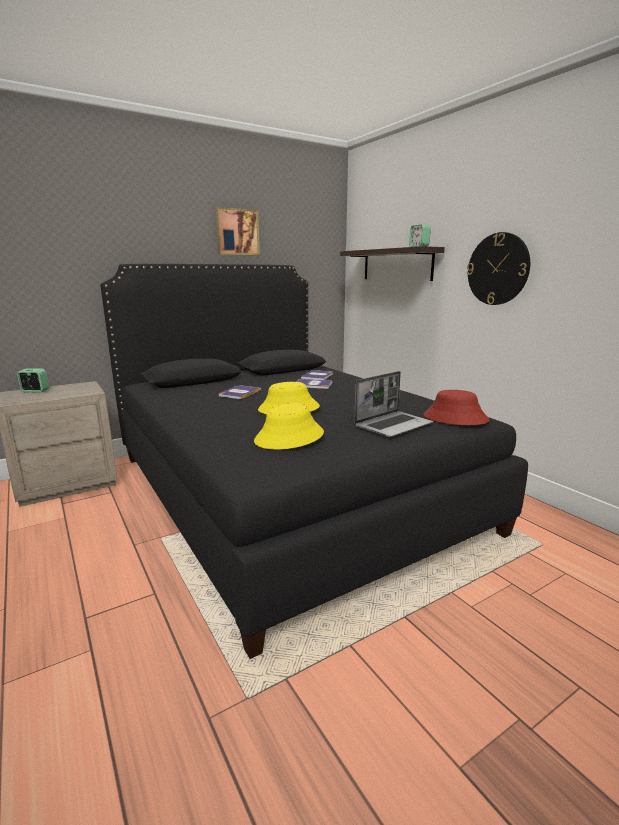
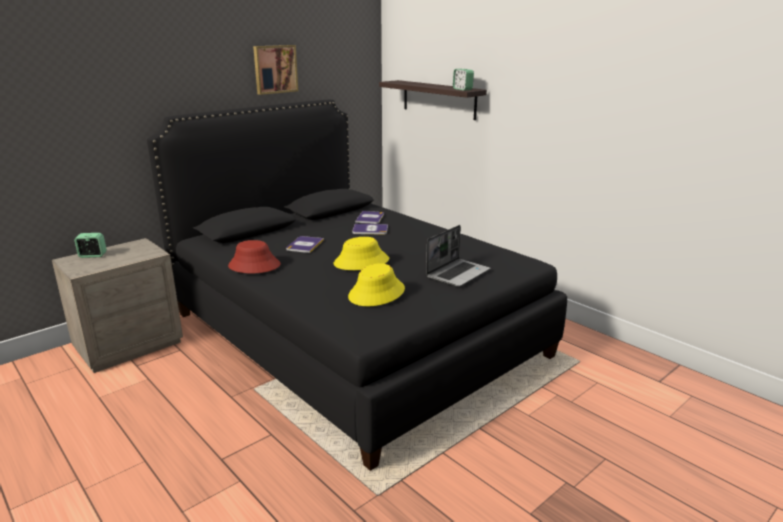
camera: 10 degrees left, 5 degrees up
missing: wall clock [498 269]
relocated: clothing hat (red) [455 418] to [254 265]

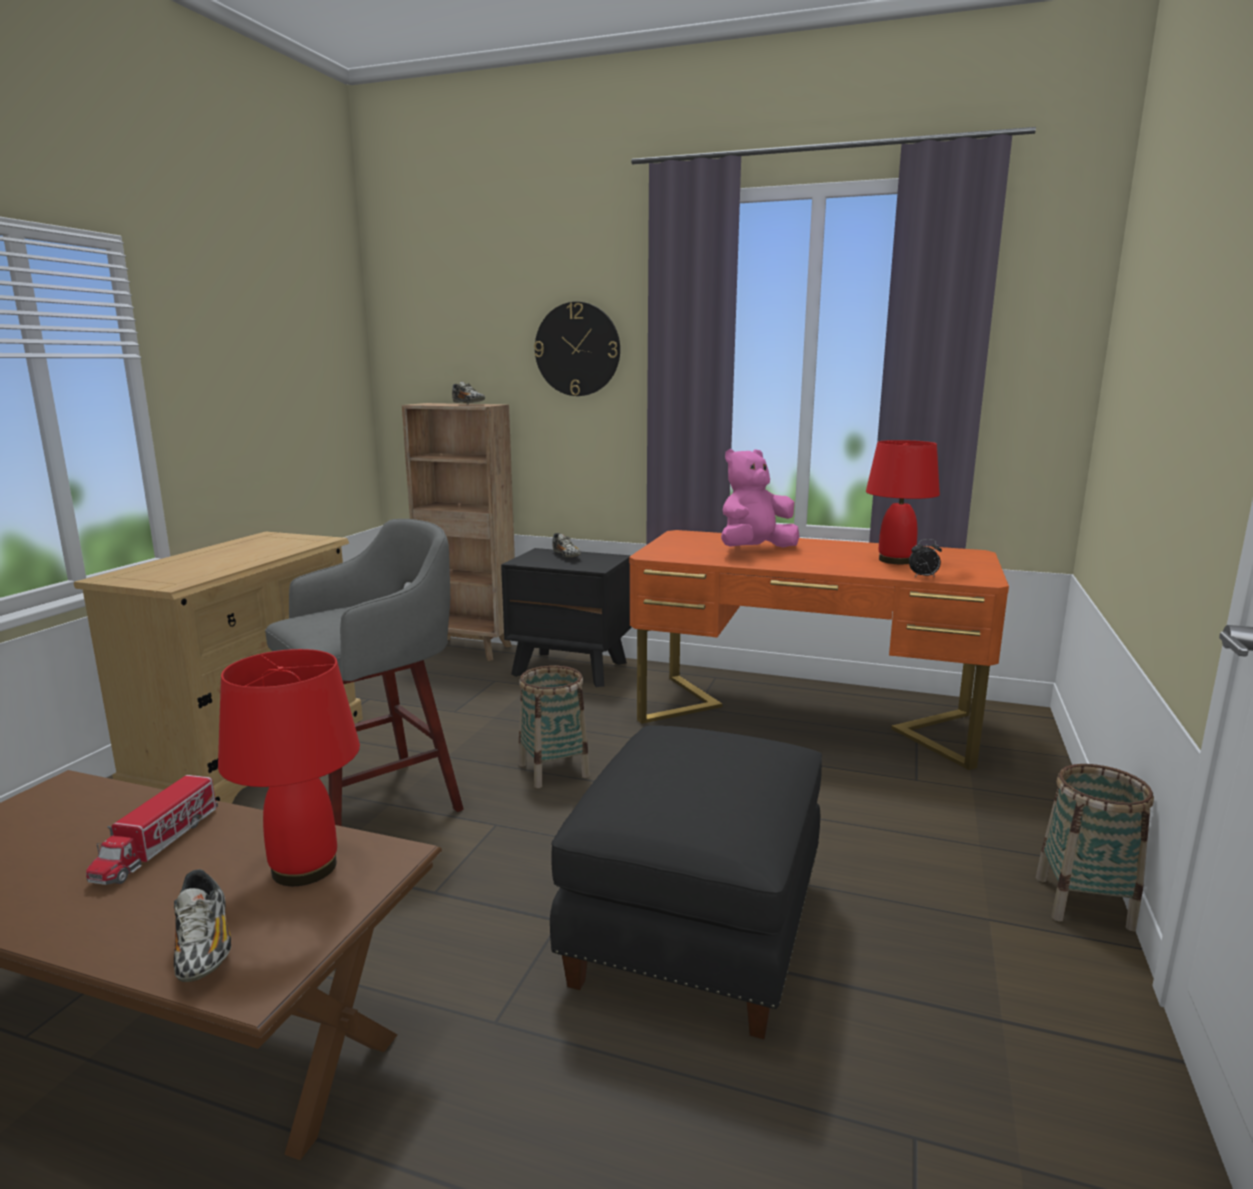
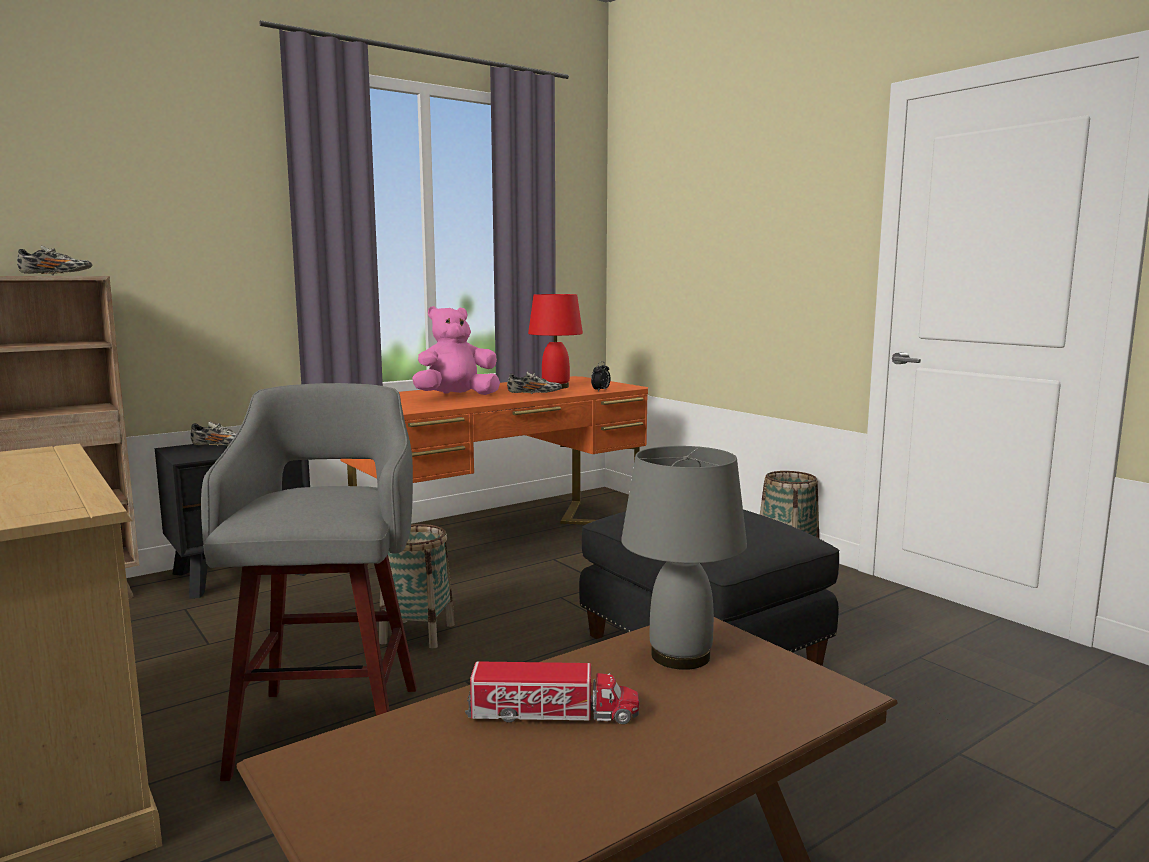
camera: 55 degrees left, 5 degrees down
missing: wall clock [577 349]
relocated: item of footwear [204 947] to [534 394]
colour: lamp for a table (red) [303 867] to lamp for a table (gray) [679 656]
spun: soft toy (pink) [755 550] = [456 396] 60 degrees clockwise; toy lorry [157 845] = [552 714] 45 degrees counterclockwise

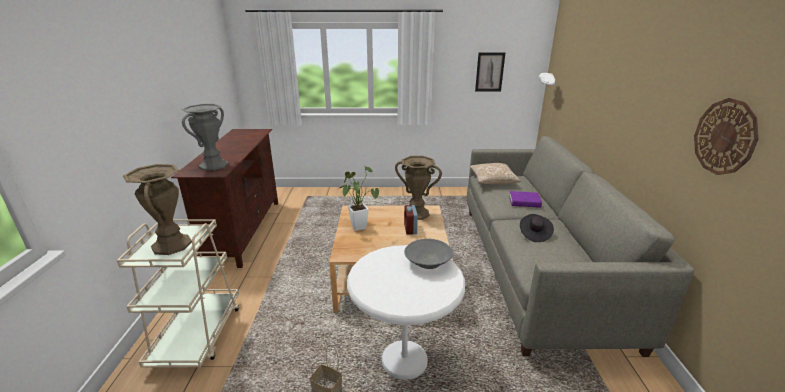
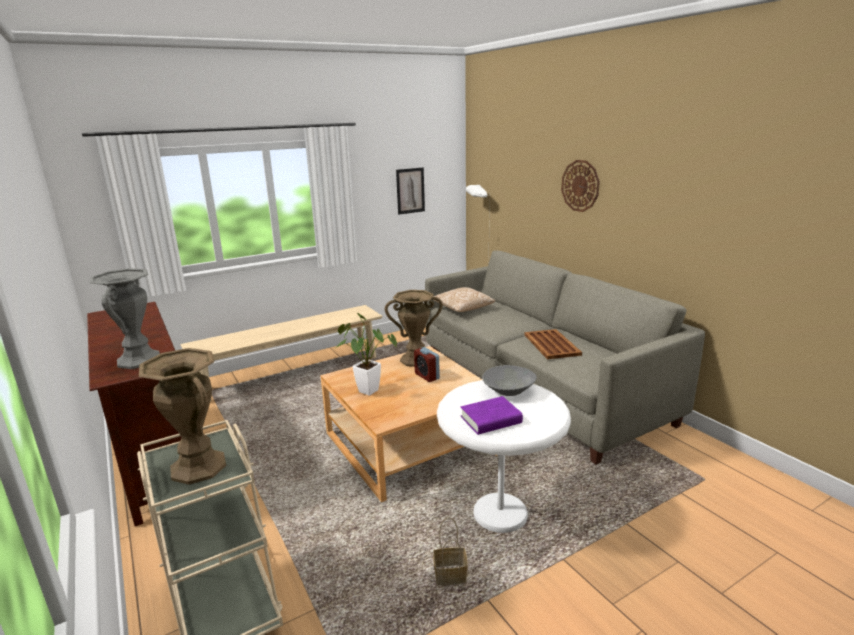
camera: 30 degrees left, 5 degrees down
appeared: bench (beige) [292 373]
relocated: wall clock [725 137] to [580 185]; book (purplish) [524 202] to [491 420]
exchanged: clothing hat (black) [534 234] to serving tray (brown-coloured) [551 345]

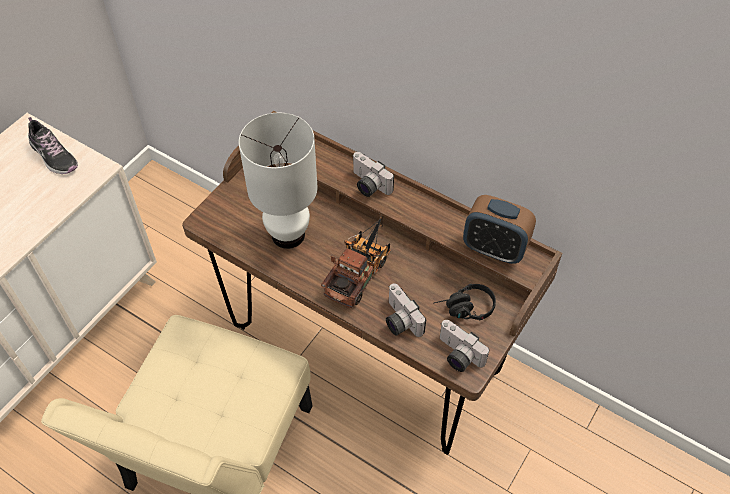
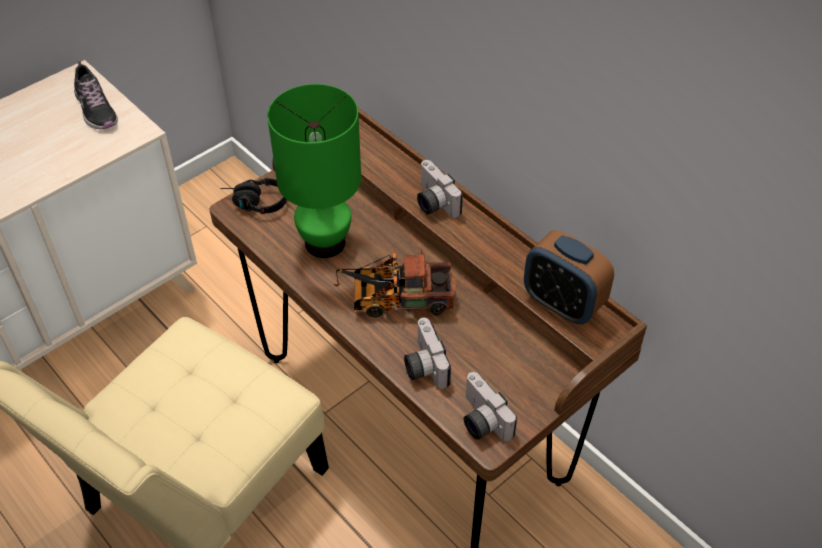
camera: 15 degrees right, 5 degrees down
relocated: headset (black) [464 309] to [254 203]
colour: lamp for a table (white) [287 235] to lamp for a table (green-coloured) [324 243]
spun: toy lorry [360 271] = [395 299] 135 degrees counterclockwise

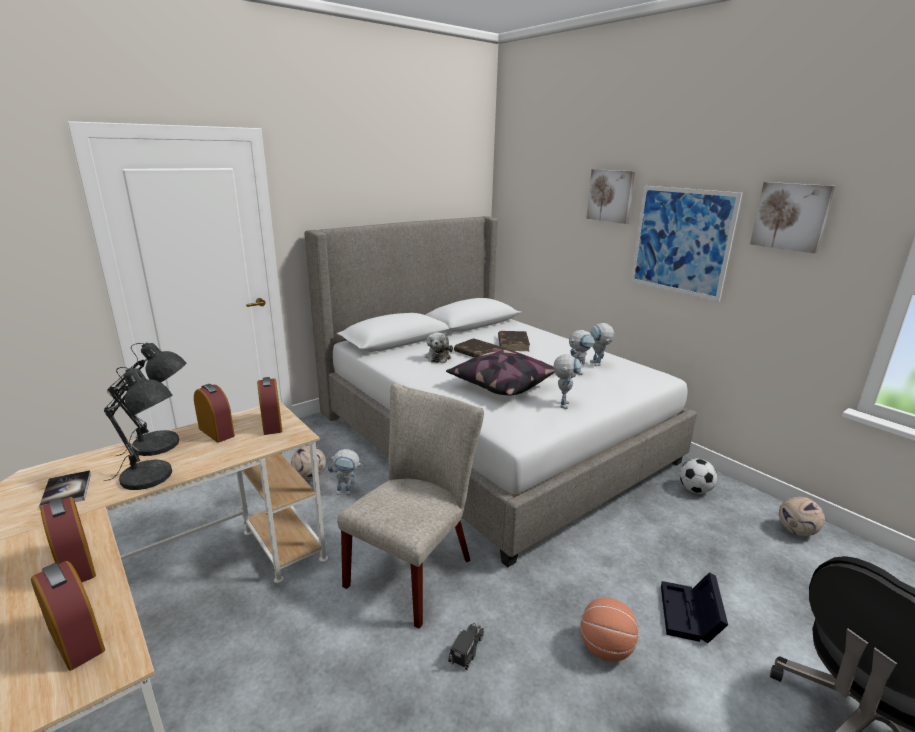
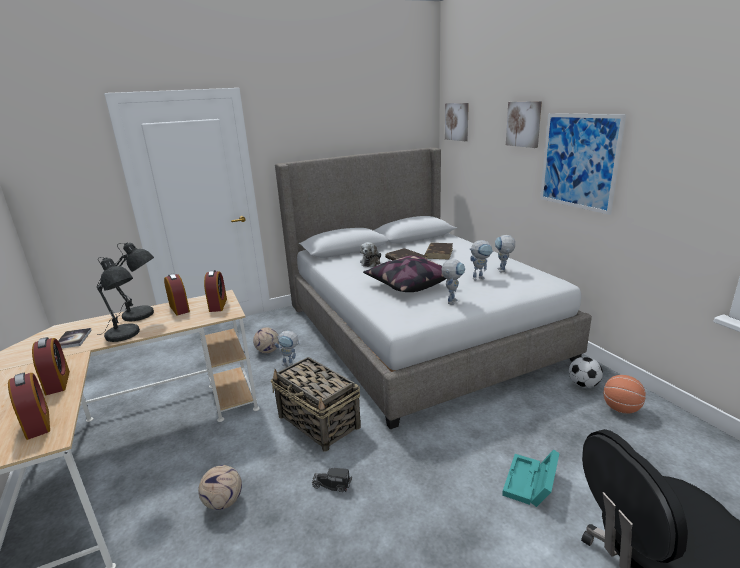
camera: 15 degrees right, 0 degrees up
relocated: picture [791 216] to [457 121]; football ball [795 531] to [223 502]; basketball [606 649] to [621 409]
exchanged: upright chair (beige) [415 568] to basket [319 422]
colour: storage bin (black) [690 616] to storage bin (turquoise-coloured) [530 484]
spun: toy lorry [466 651] = [333 485] 120 degrees counterclockwise

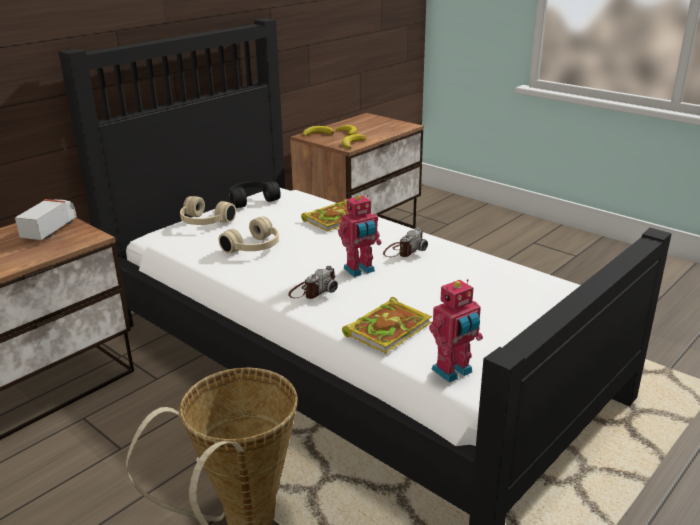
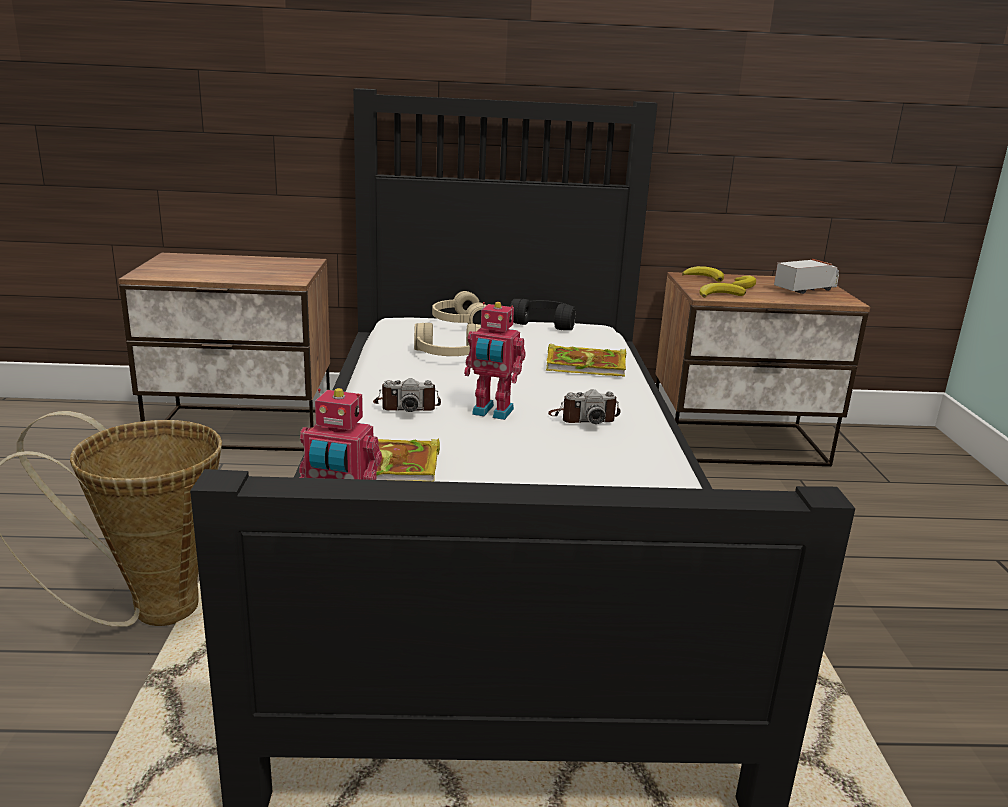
camera: 45 degrees right, 5 degrees down
relocated: toy lorry [51 230] to [806 290]

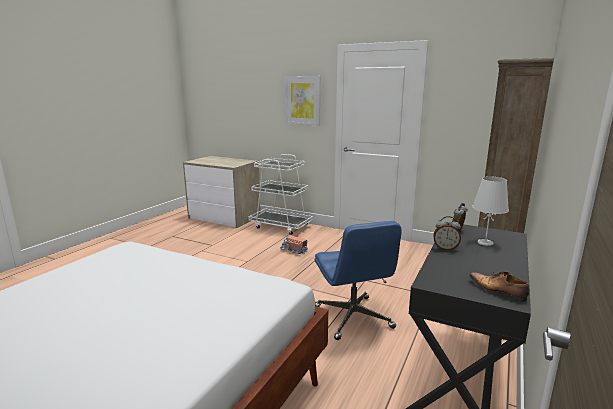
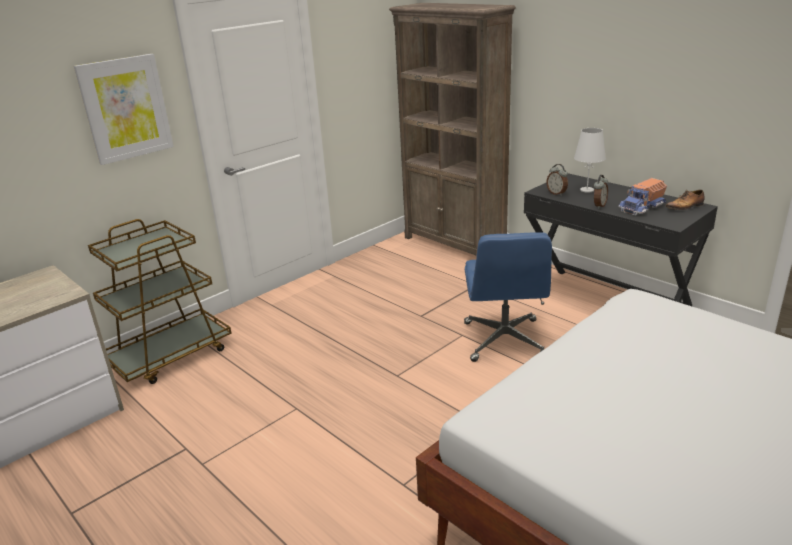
camera: 70 degrees left, 10 degrees up
relocated: toy lorry [294 250] to [642 207]
colour: cart (white) [281 226] to cart (brown-coloured) [171 355]
spun: desk chair (blue-coloured) [353 318] = [505 341] 90 degrees clockwise

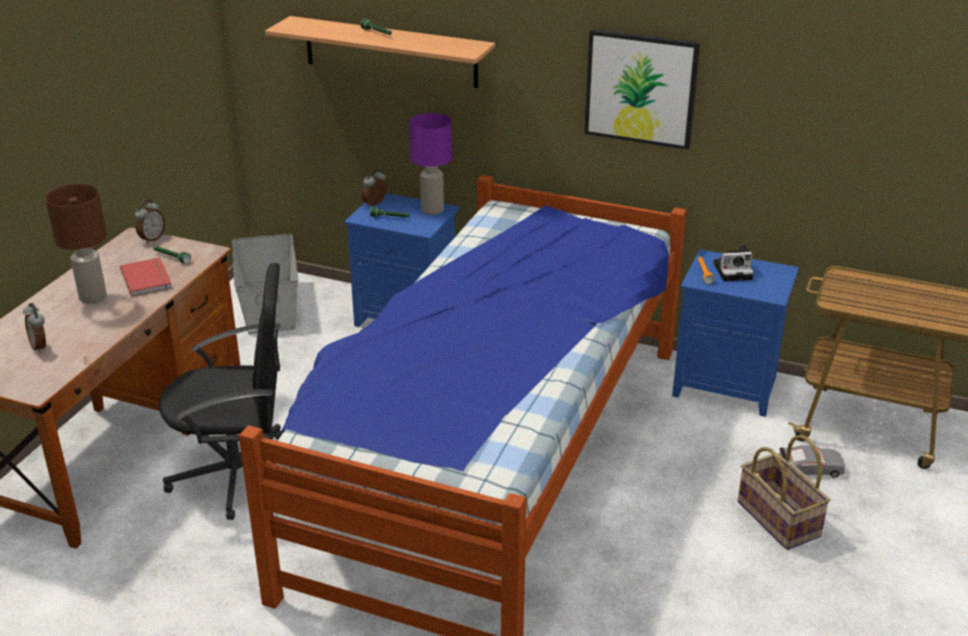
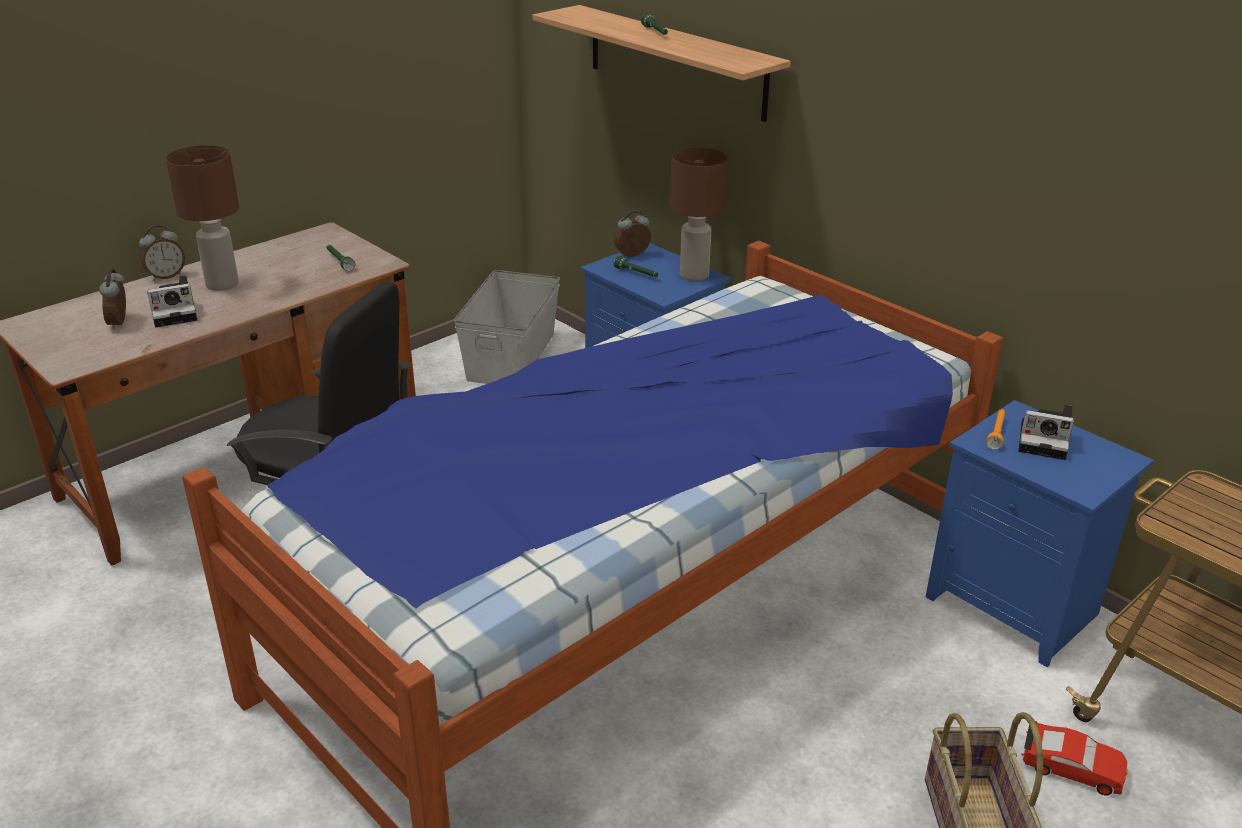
camera: 25 degrees right, 0 degrees up
missing: picture [641 88]; book (red) [148 278]
appeared: photo camera [176 312]
relocated: table clock [152 238] to [166 276]
colour: lamp for a table (purplish) [433 209] to lamp for a table (brown-coloured) [695 275]; model car (gray) [810 468] to model car (red) [1071 767]

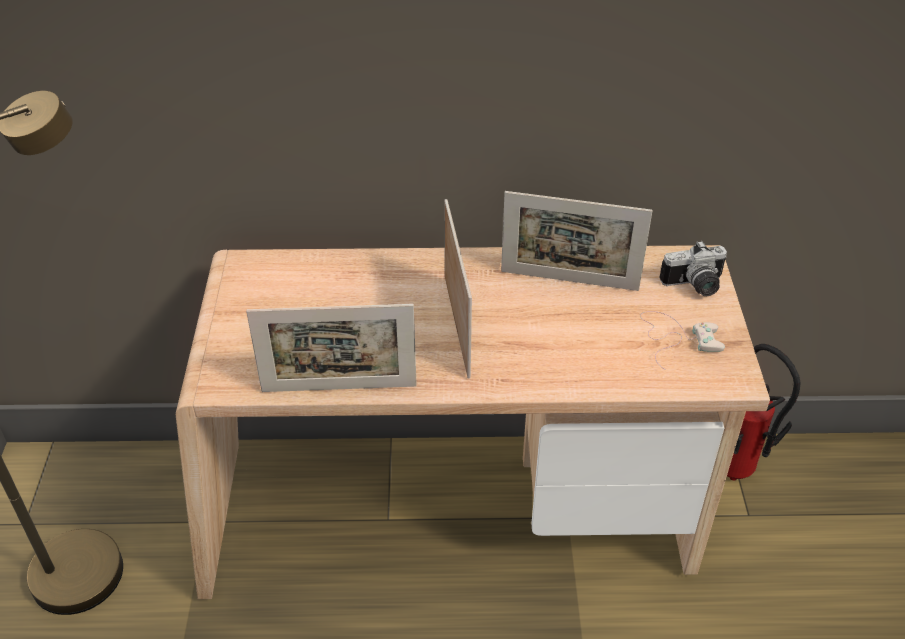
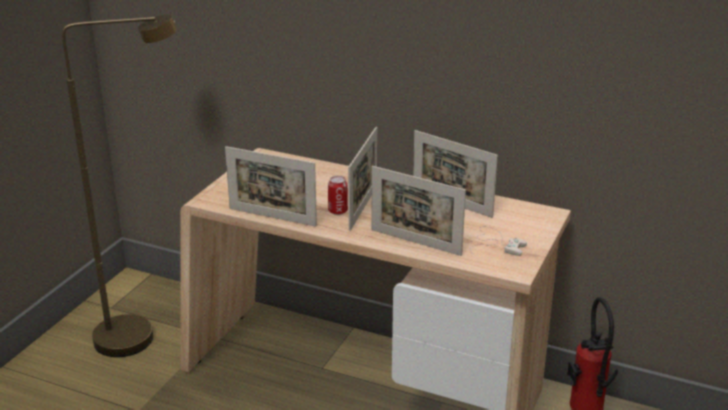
camera: 25 degrees right, 15 degrees down
missing: photo camera [695 286]
appeared: standing frame [415 242]; sealed can [338 211]

